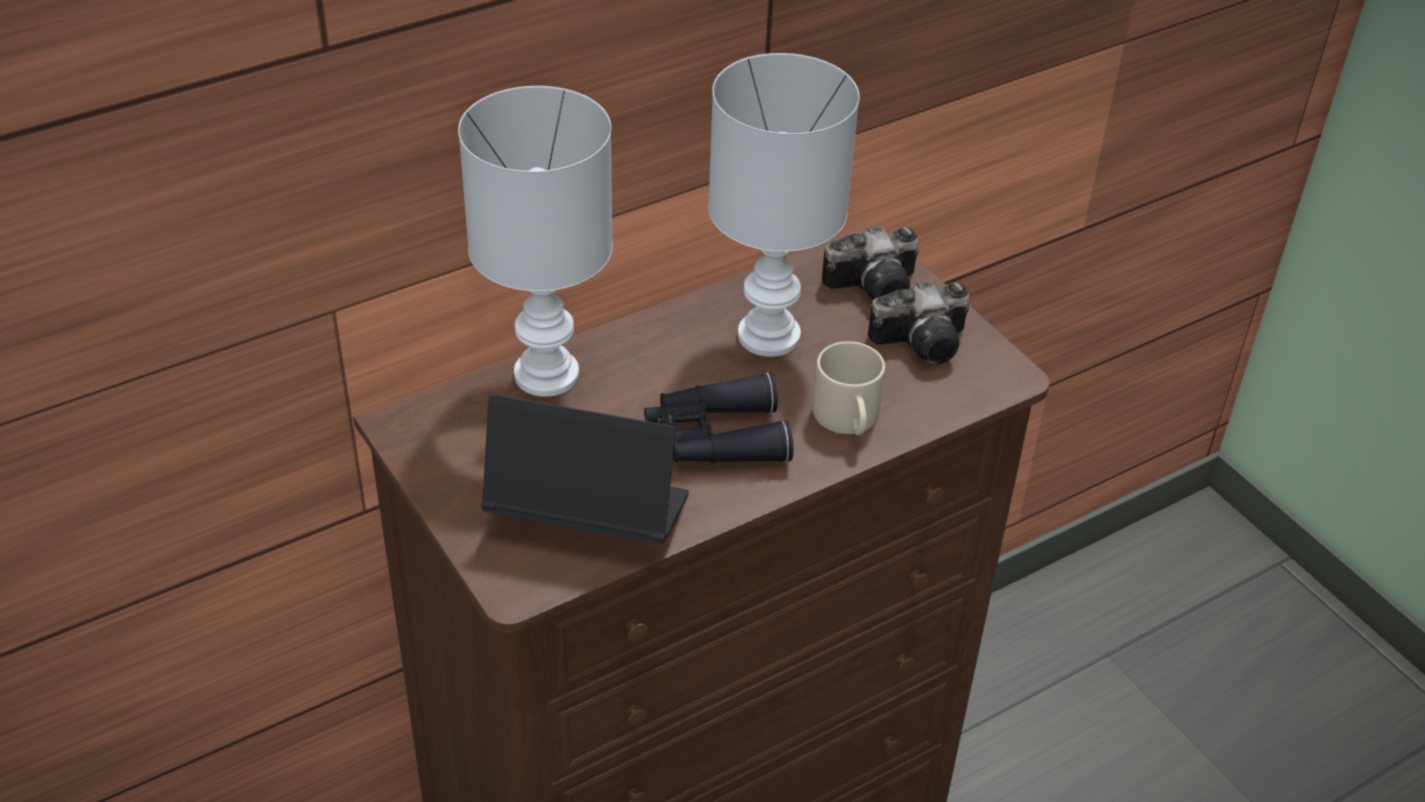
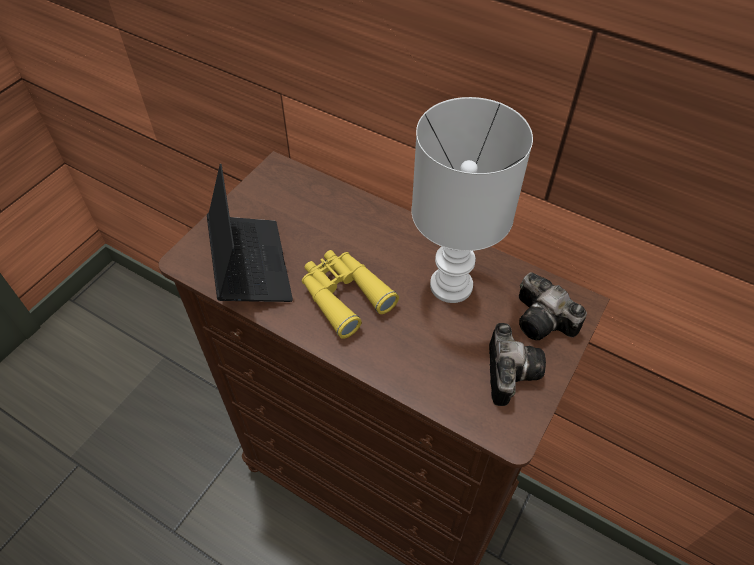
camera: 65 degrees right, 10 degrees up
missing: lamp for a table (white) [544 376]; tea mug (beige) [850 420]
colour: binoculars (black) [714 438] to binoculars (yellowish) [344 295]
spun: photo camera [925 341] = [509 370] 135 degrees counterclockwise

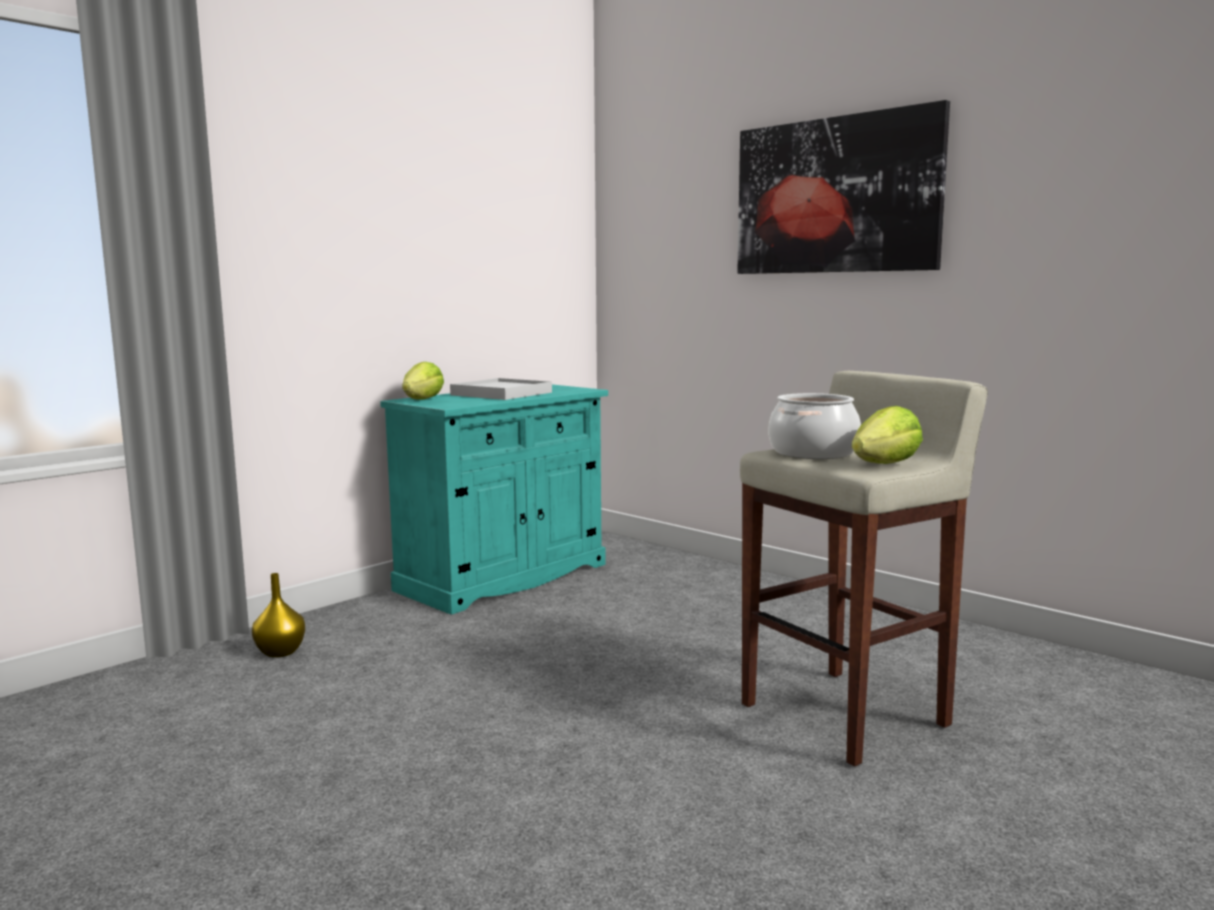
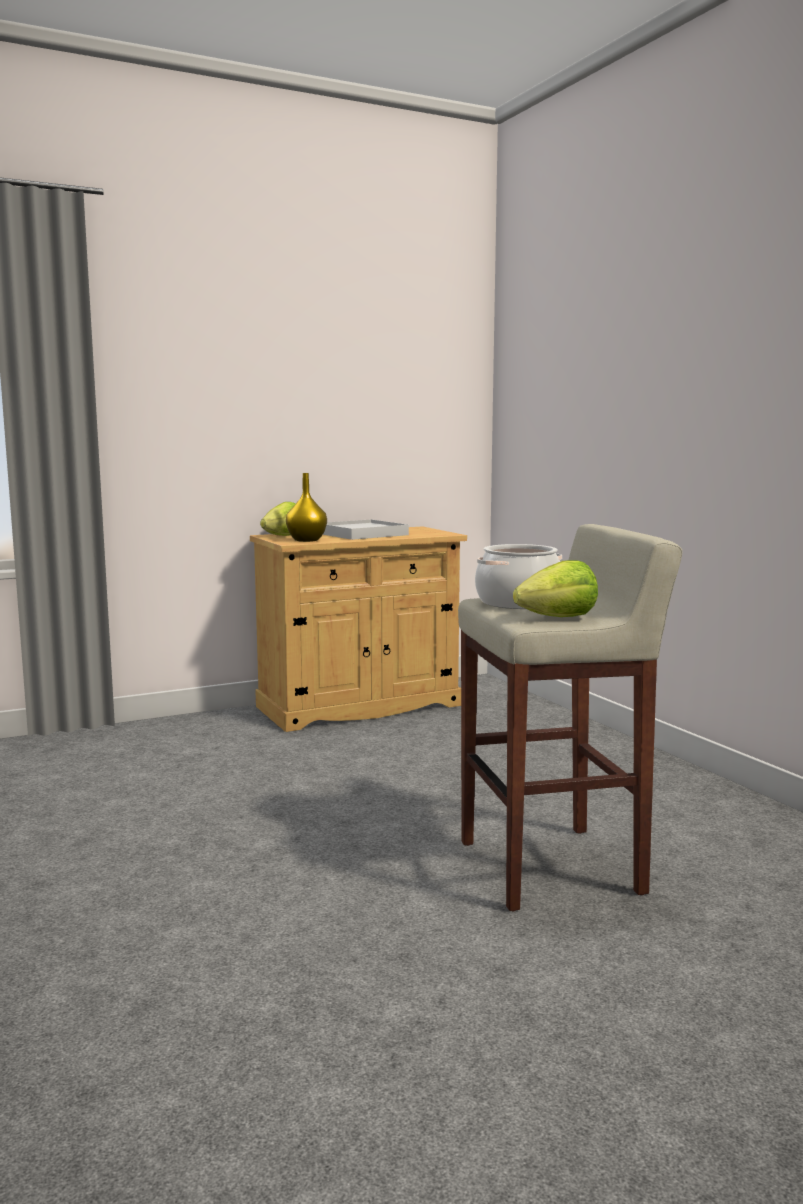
camera: 20 degrees right, 0 degrees up
missing: picture [835 196]
relocated: decorative vase (yellowish) [281 652] to [307 540]
colour: cabinet (turquoise-coloured) [503 577] to cabinet (beige) [359 706]

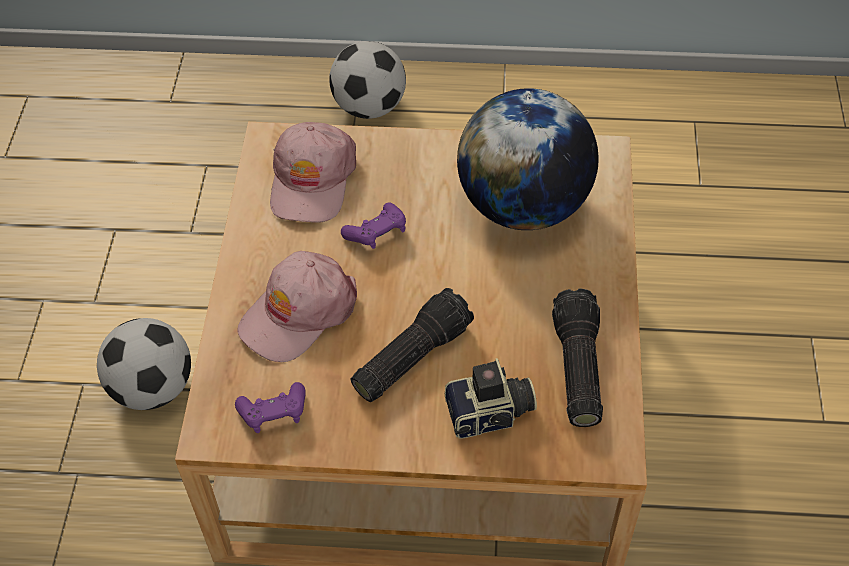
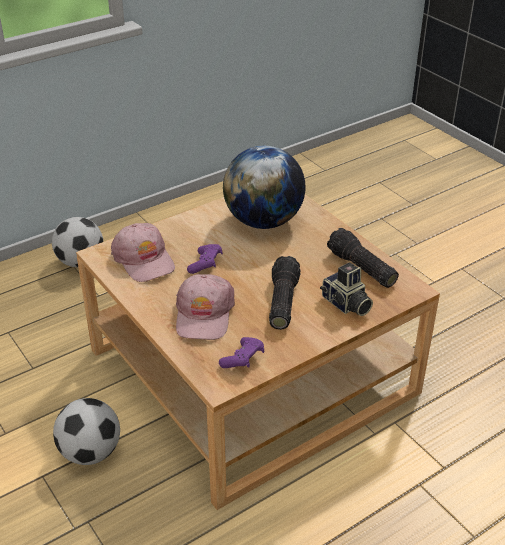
camera: 40 degrees left, 15 degrees down
spun: photo camera [490 415] = [346 304] 105 degrees clockwise

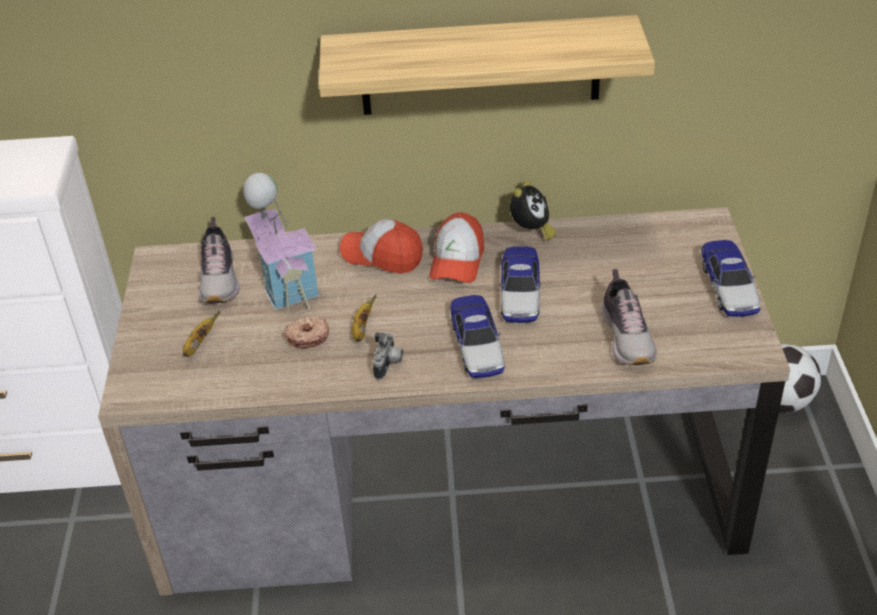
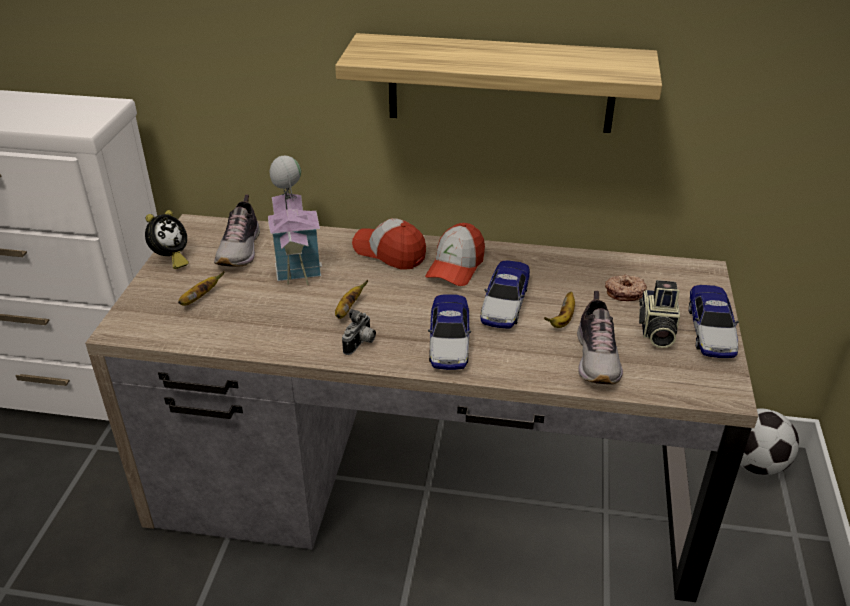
camera: 10 degrees right, 5 degrees down
appeared: photo camera [656 331]; banana fruit [562 320]
relocated: table clock [531 231] to [170 259]; donut [307 336] to [624 292]

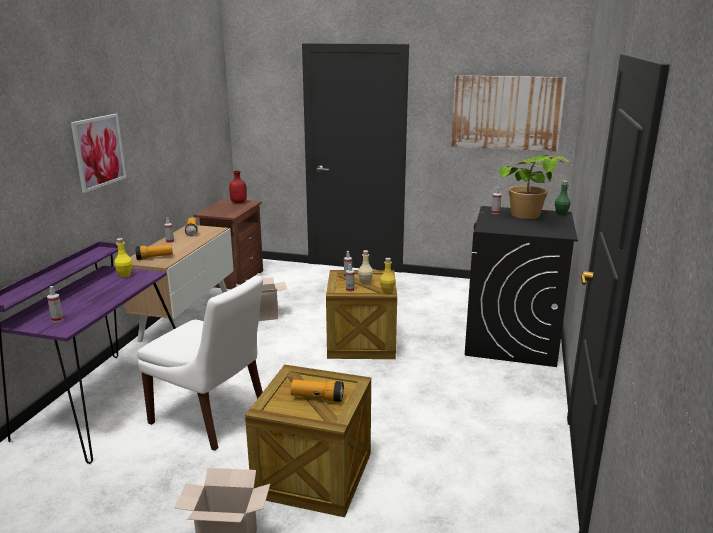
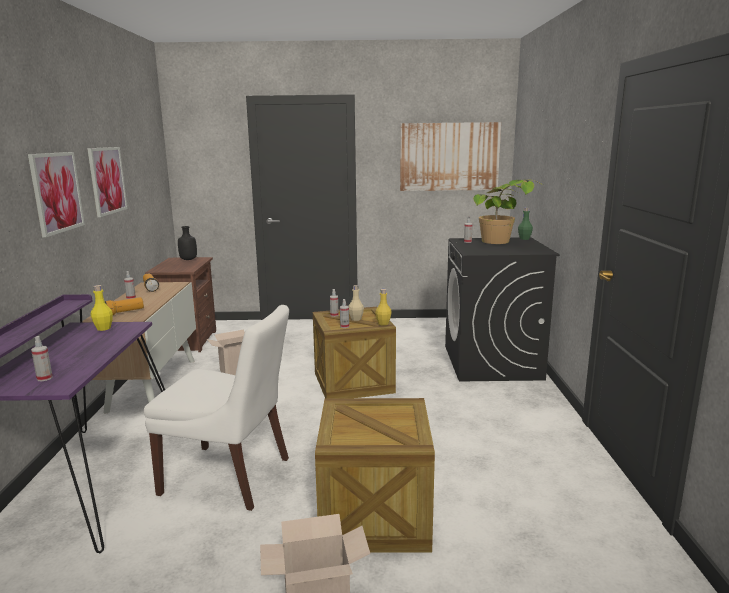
camera: 15 degrees left, 5 degrees down
missing: torch [317 398]
appeared: picture [107 180]
colour: beverage bottle (red) [239 202] to beverage bottle (black) [189 259]

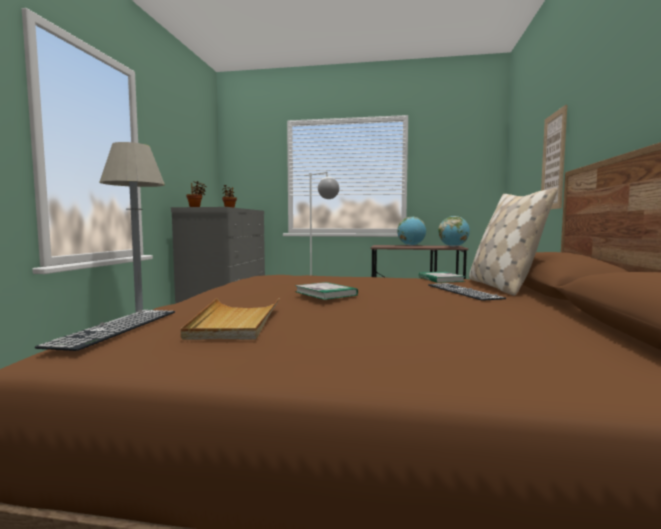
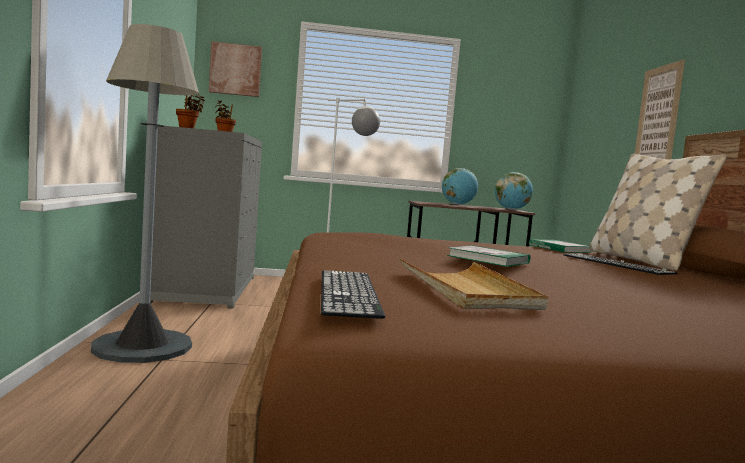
camera: 15 degrees left, 0 degrees up
appeared: picture [235 69]

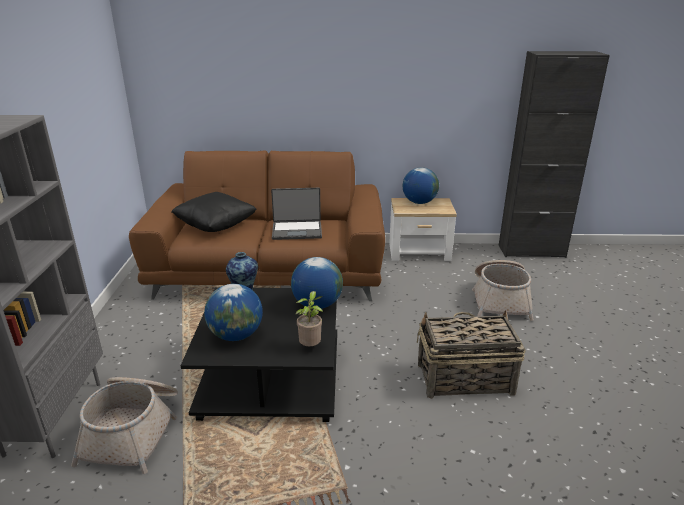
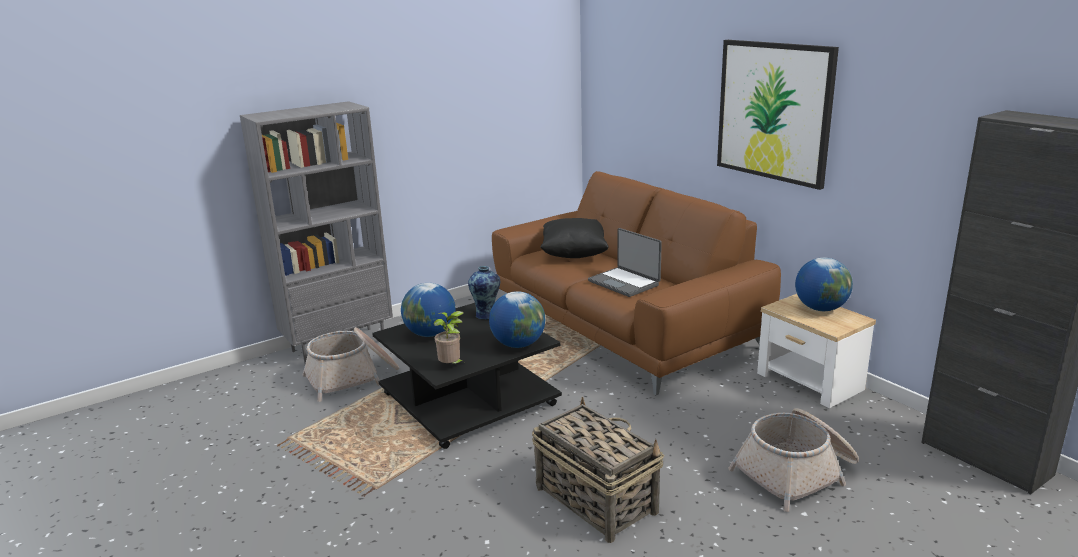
camera: 55 degrees right, 5 degrees down
appeared: picture [774 111]

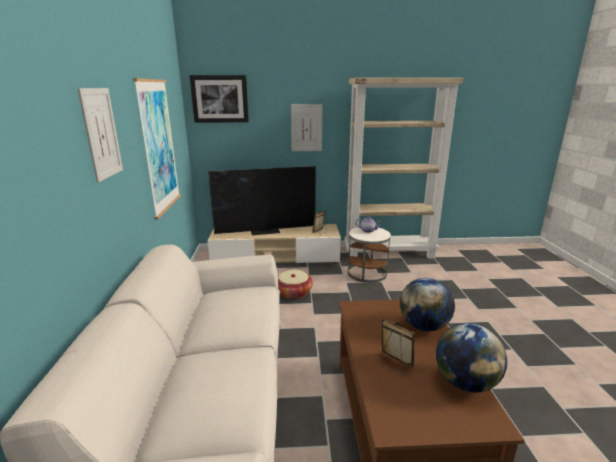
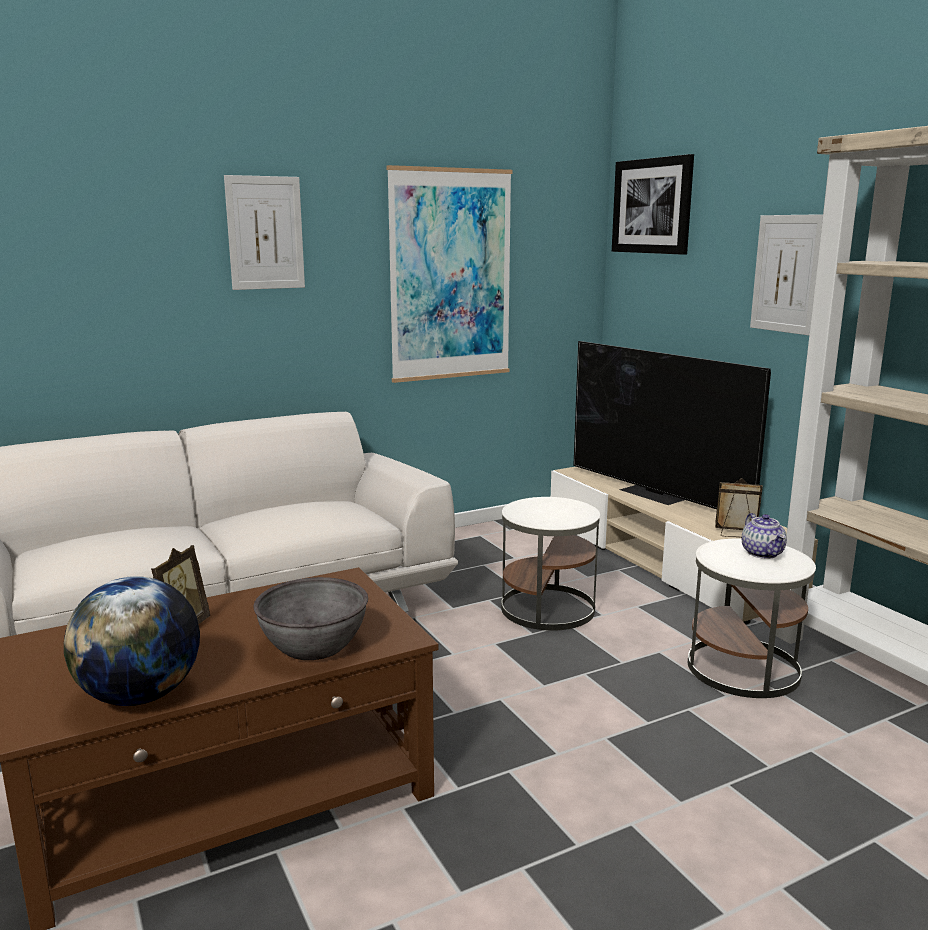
camera: 65 degrees right, 5 degrees down
exchanged: basket [293 293] to end table (white) [548 608]; world globe [424 326] to serving bowl (gray) [314 646]

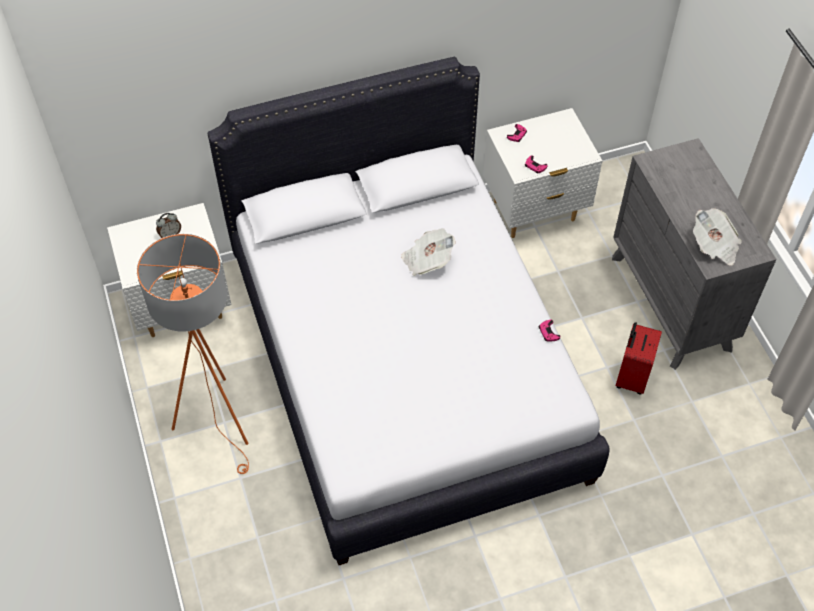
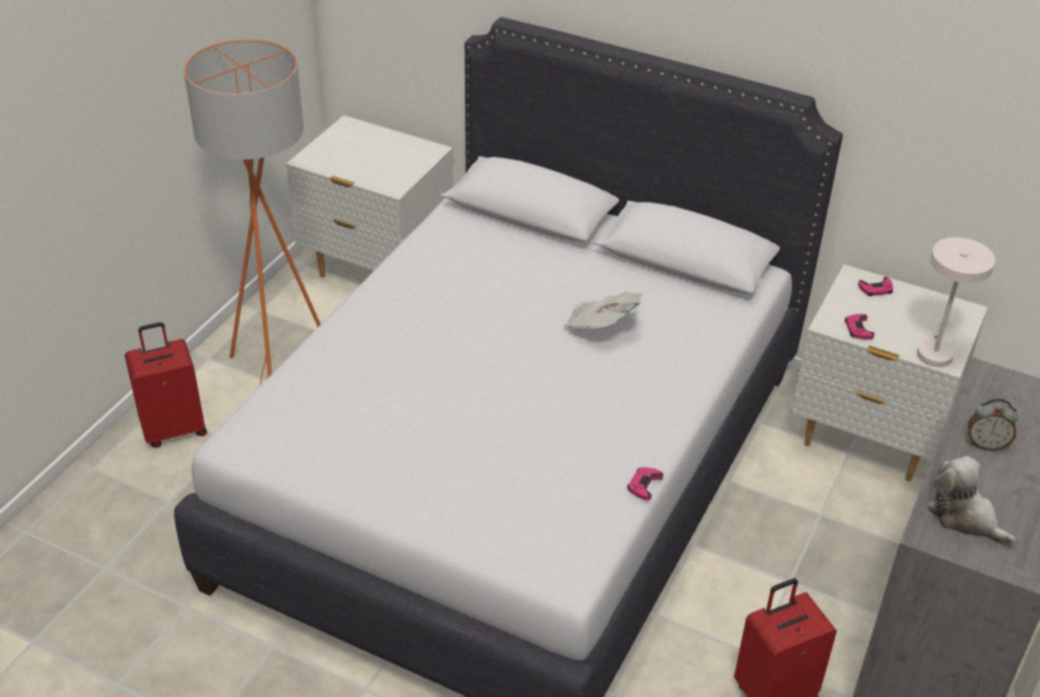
camera: 45 degrees right, 15 degrees down
appeared: lamp for a table (white) [935 351]; travel case (red) [174 429]
relocated: table clock [170 234] to [986 444]
exchanged: newspaper [714 246] to soft toy [964 517]

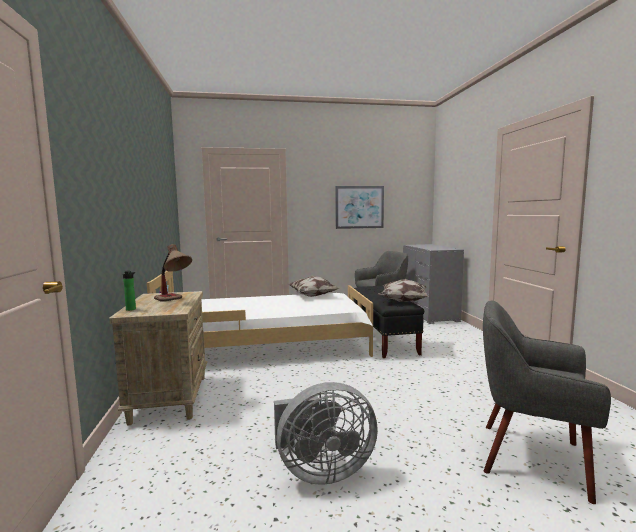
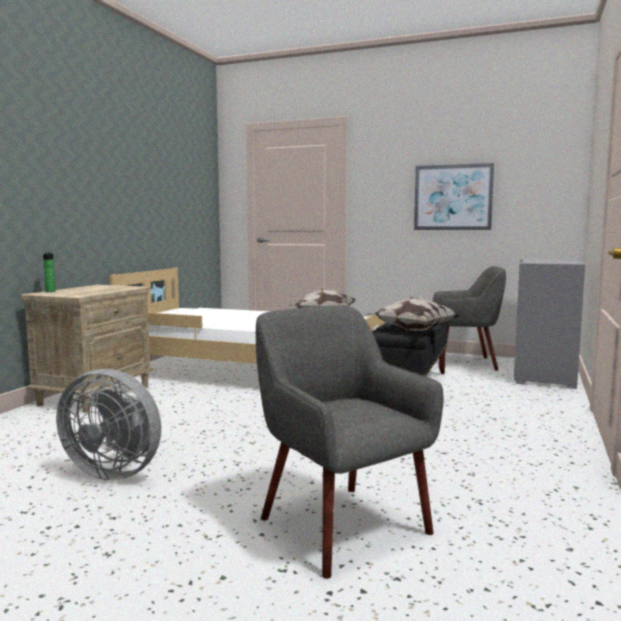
camera: 30 degrees right, 0 degrees up
missing: lamp for a table [174 300]

